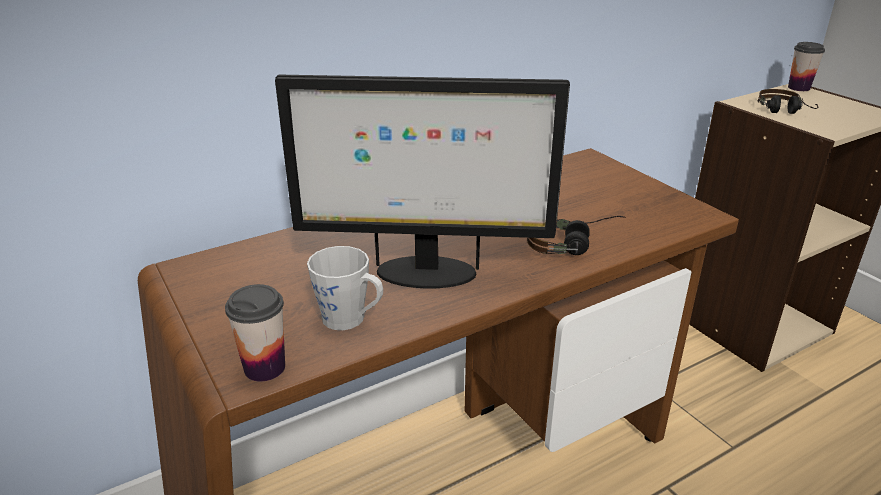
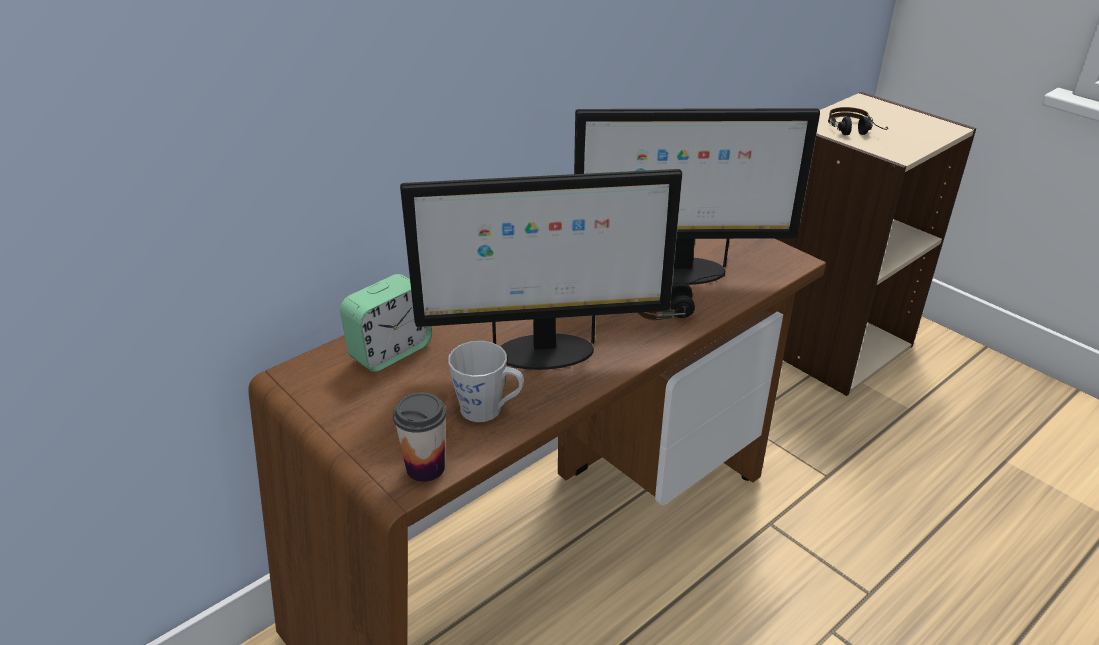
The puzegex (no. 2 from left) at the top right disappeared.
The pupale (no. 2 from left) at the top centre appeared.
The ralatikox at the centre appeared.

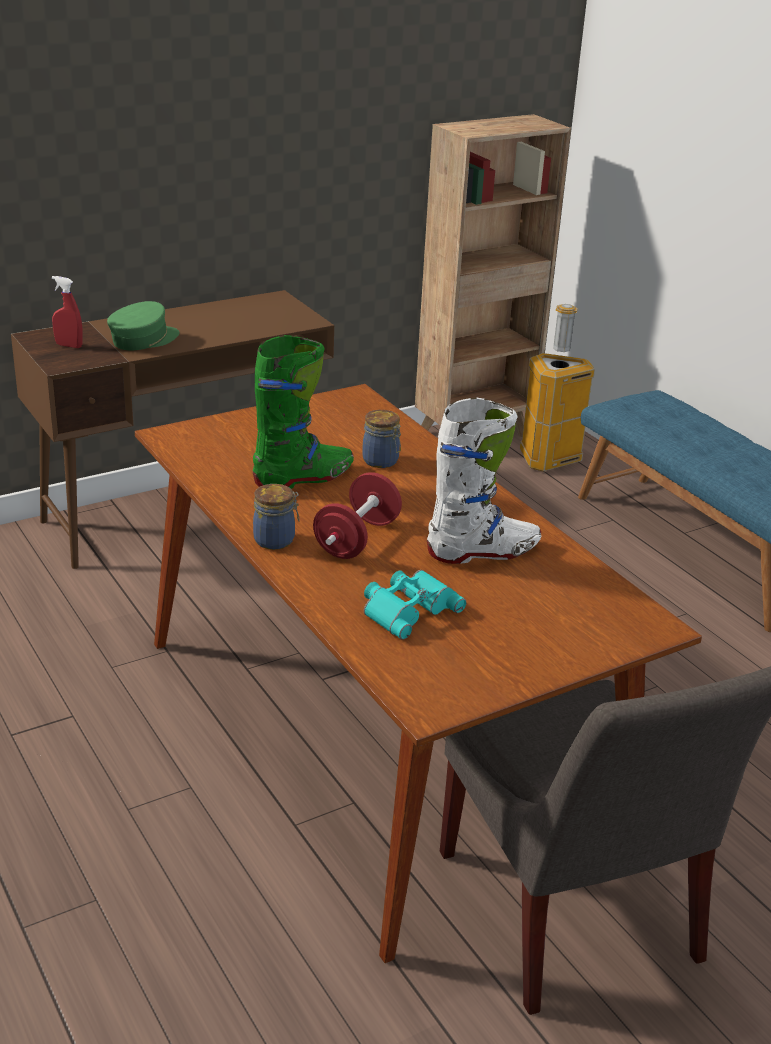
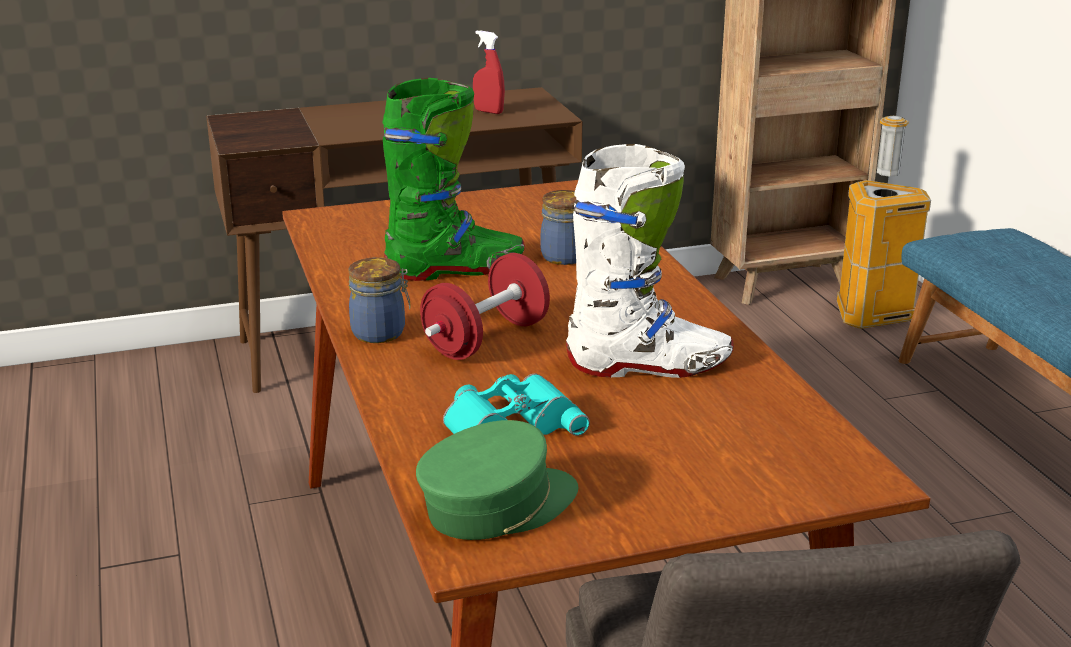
The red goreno moved from the top left to the top centre.
The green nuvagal moved from the top left to the bottom centre.

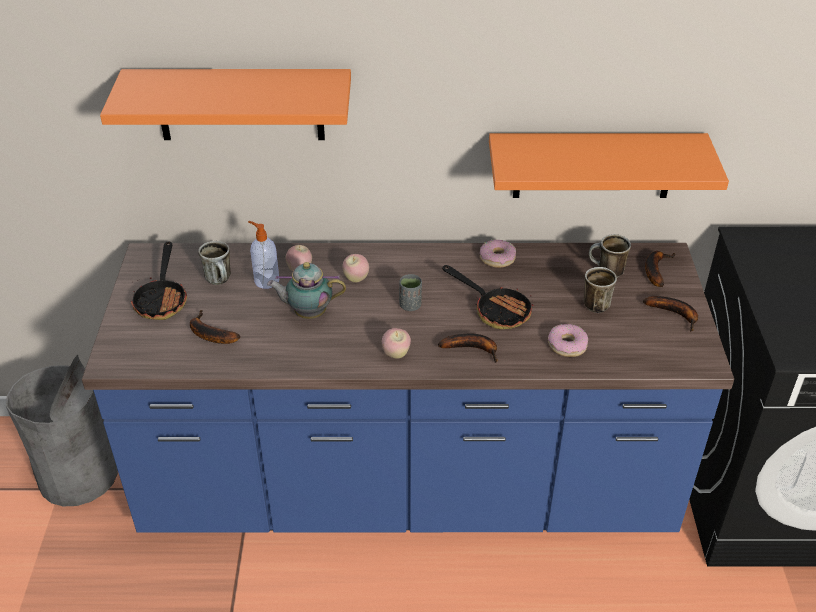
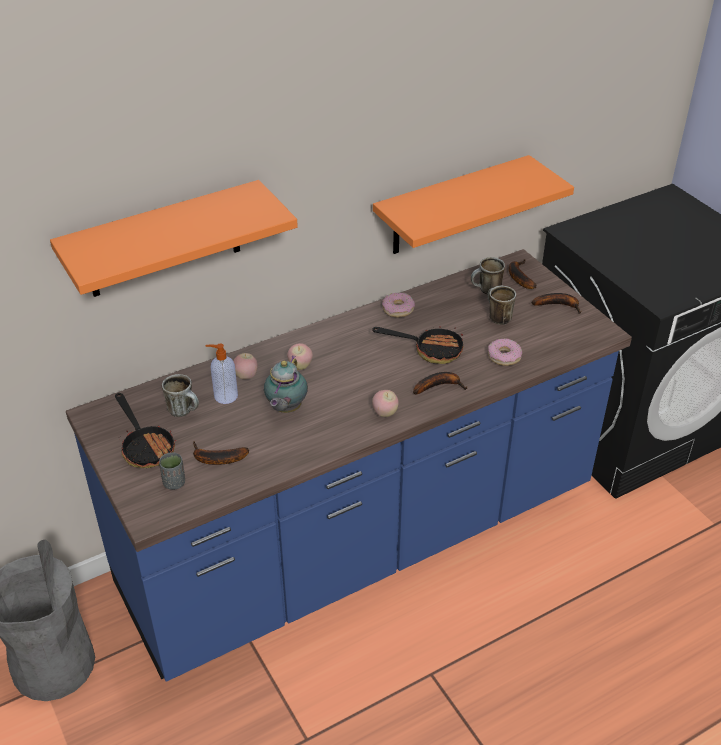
The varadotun at the centre turned 45 degrees counterclockwise.
The grey puzegex moved from the centre to the middle left.

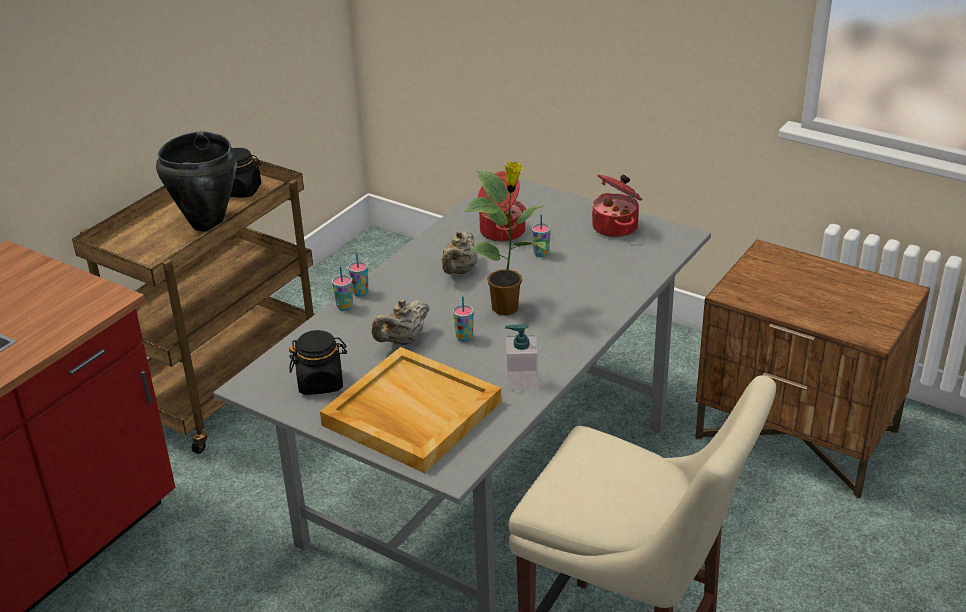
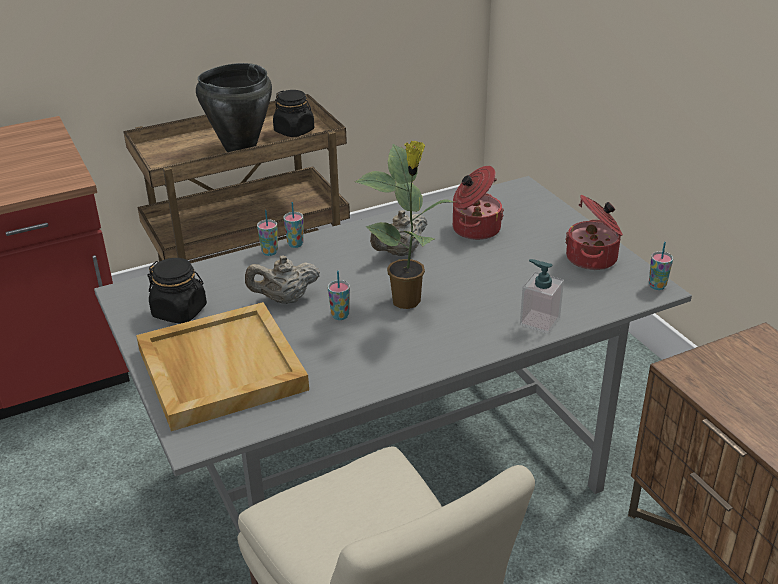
The puzegex (no. 4 from left) moved from the centre to the middle right.
The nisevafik moved from the centre to the middle right.

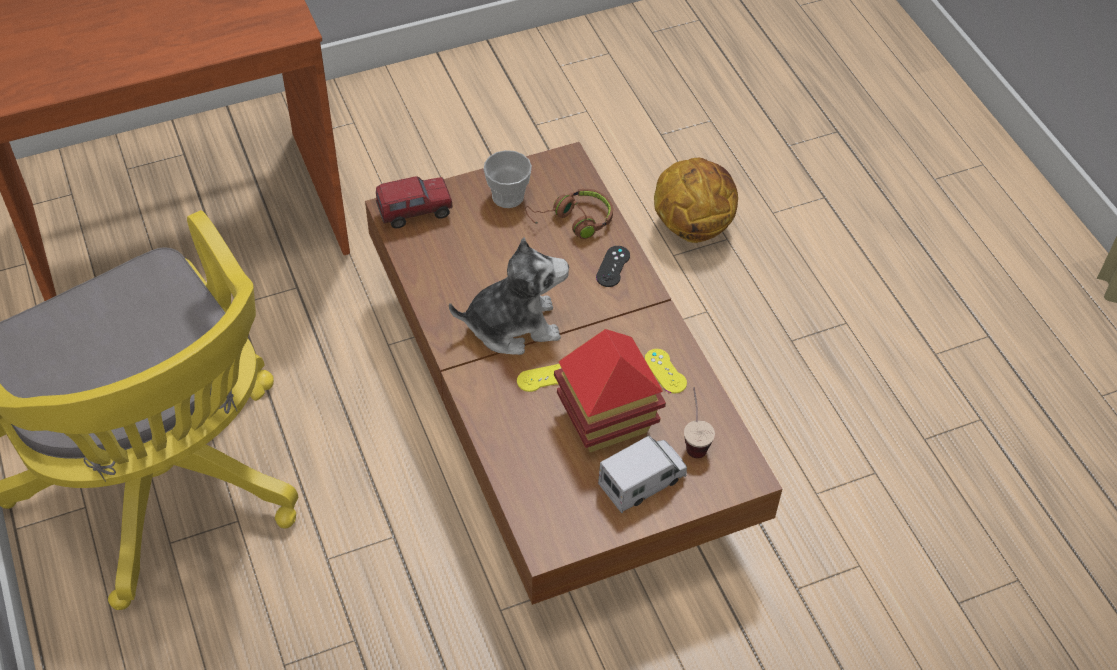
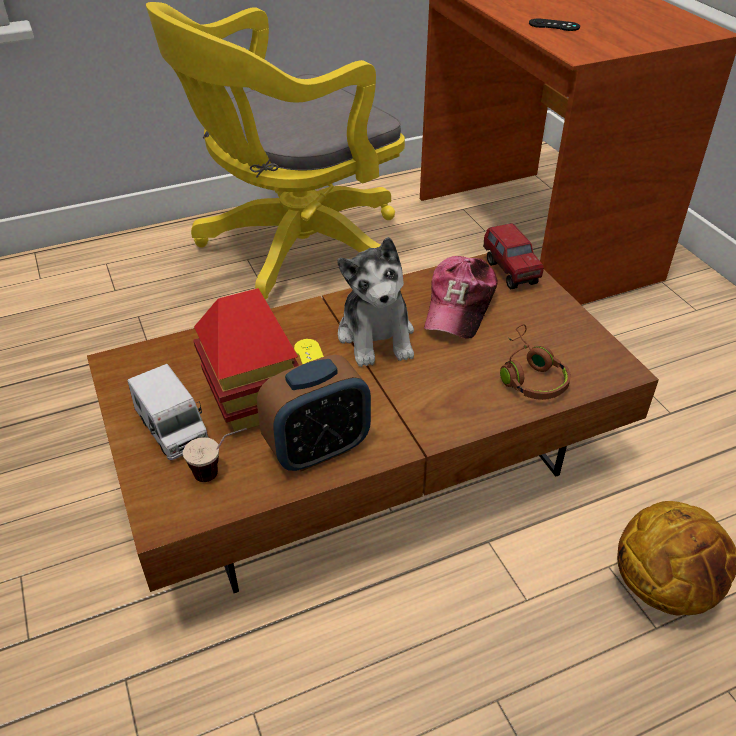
The puzegex (no. 1 from left) at the top centre disappeared.
The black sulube moved from the centre to the top right.
The yellow sulube (no. 2 from left) at the centre was replaced by the ralatikox at the centre.
The nuvagal at the centre appeared.

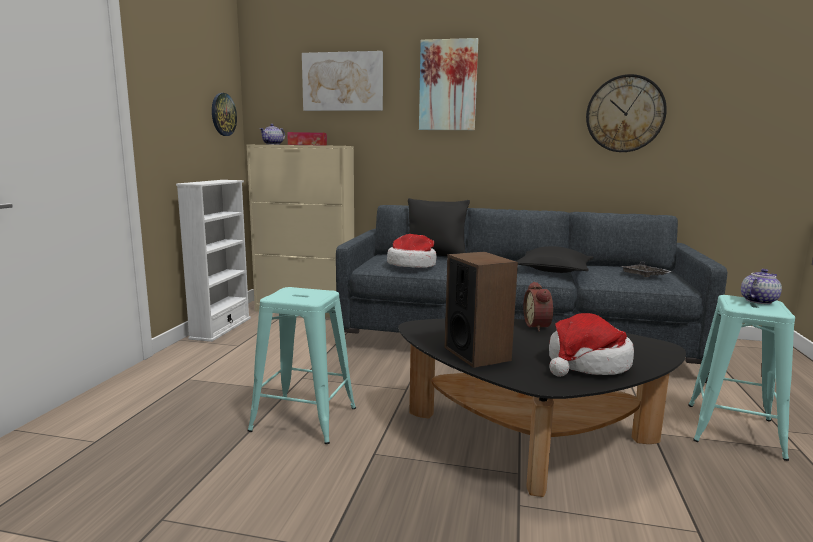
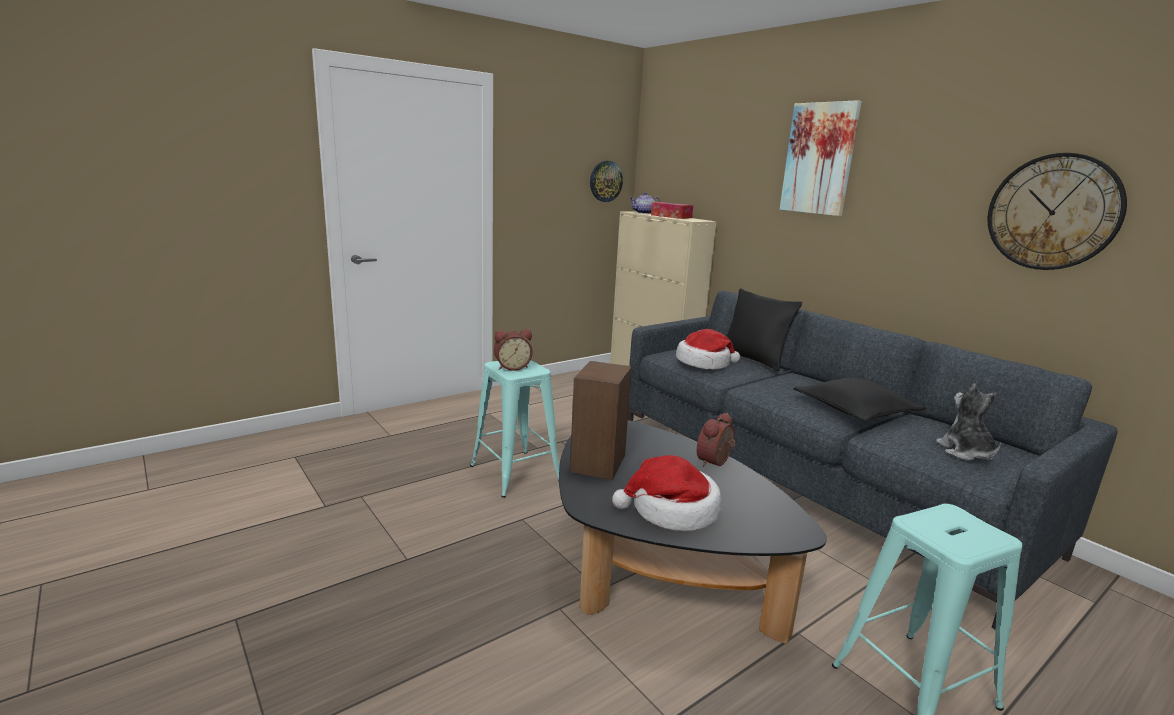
The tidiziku (no. 1 from left) at the top centre disappeared.
The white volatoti at the middle left disappeared.
The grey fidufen at the middle right was replaced by the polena at the middle right.
The varadotun (no. 2 from left) at the middle right disappeared.
The ralatikox (no. 1 from left) at the centre appeared.

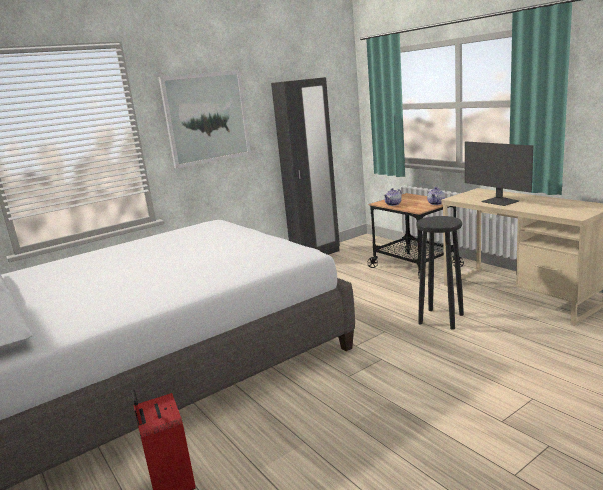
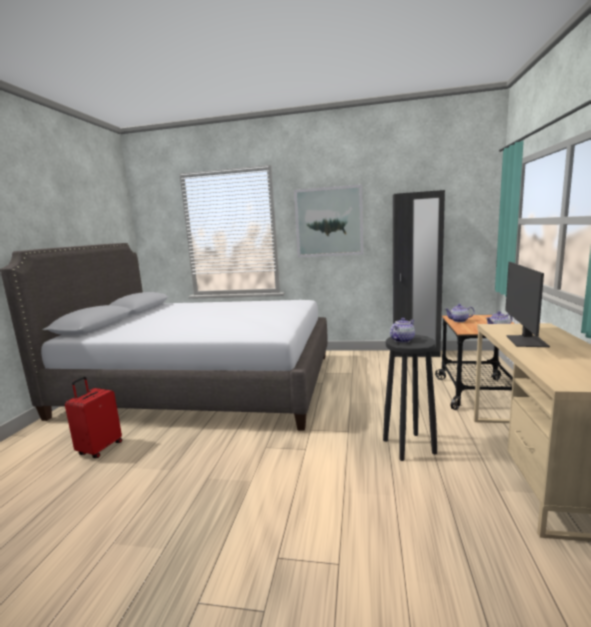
The varadotun (no. 1 from left) at the middle right appeared.

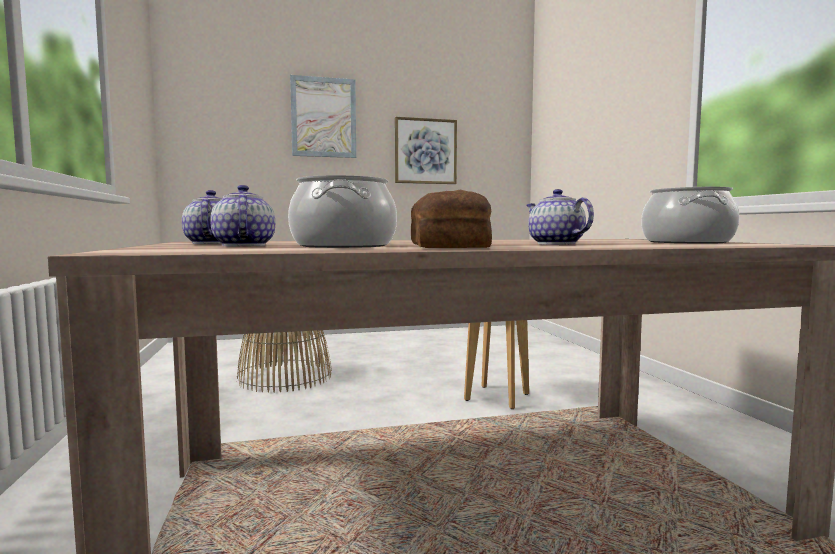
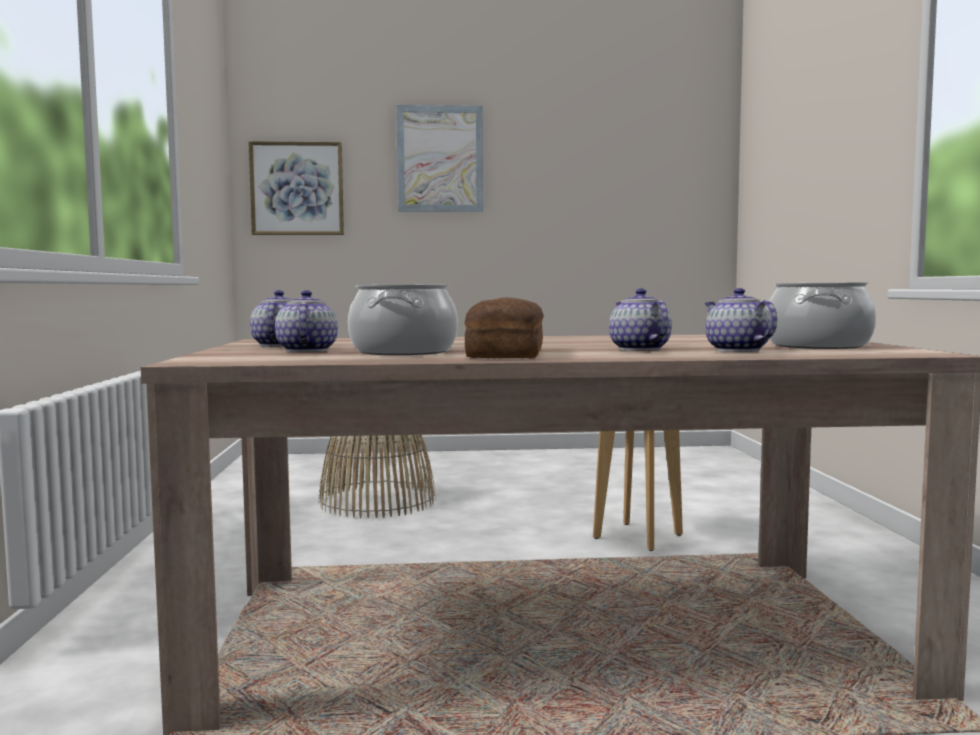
The tidiziku (no. 2 from left in the first image) moved from the top centre to the top left.
The varadotun (no. 4 from left) at the middle right appeared.

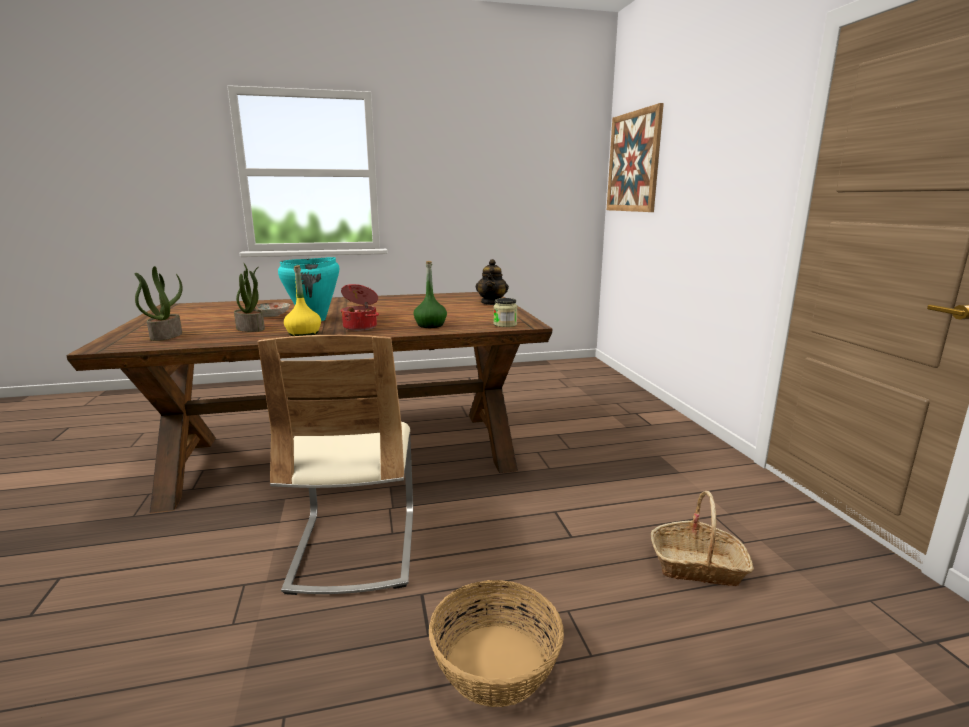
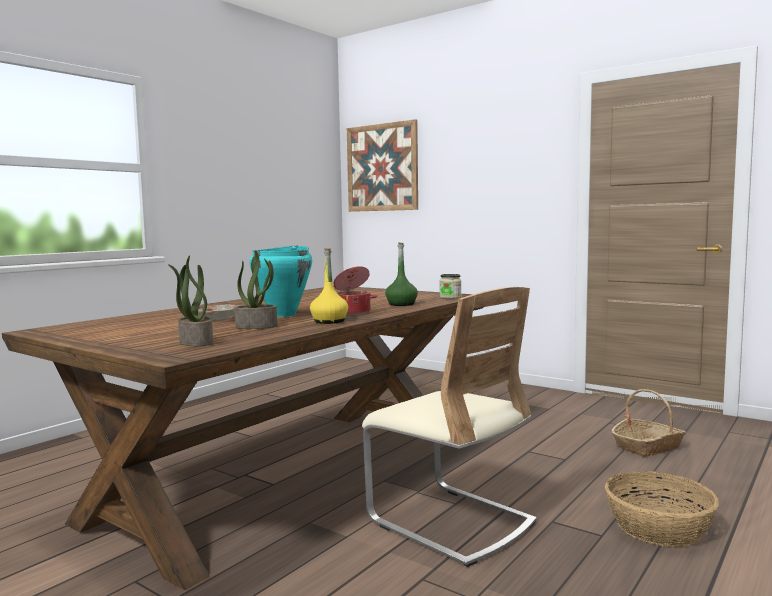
The varadotun at the centre disappeared.

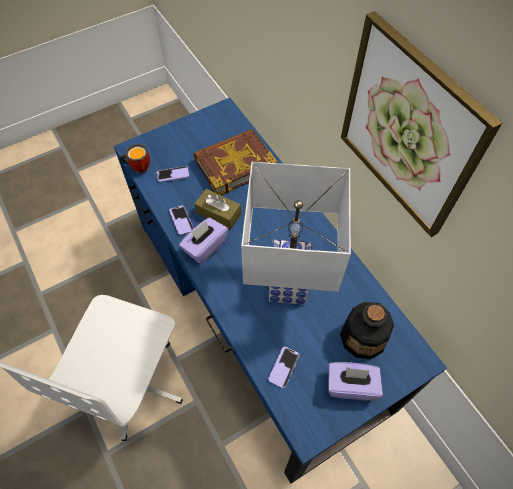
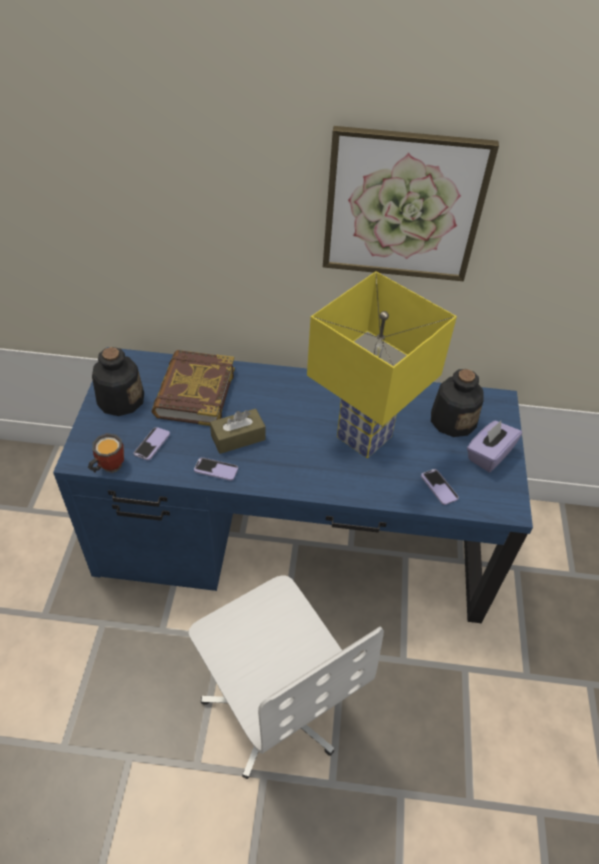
The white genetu at the centre became the yellow genetu at the centre.
The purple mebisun (no. 1 from left) at the centre disappeared.
The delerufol (no. 1 from left) at the middle left appeared.

